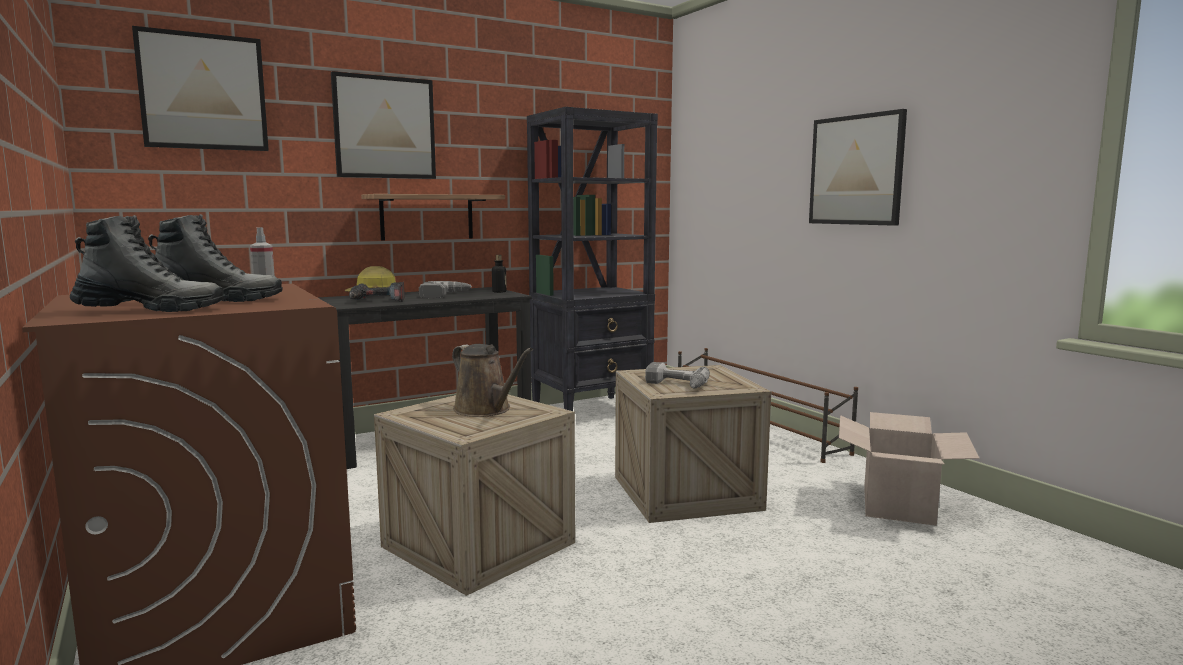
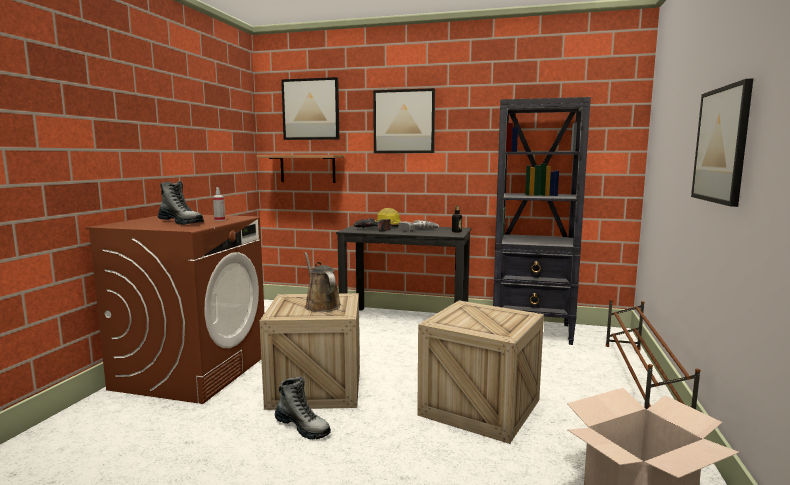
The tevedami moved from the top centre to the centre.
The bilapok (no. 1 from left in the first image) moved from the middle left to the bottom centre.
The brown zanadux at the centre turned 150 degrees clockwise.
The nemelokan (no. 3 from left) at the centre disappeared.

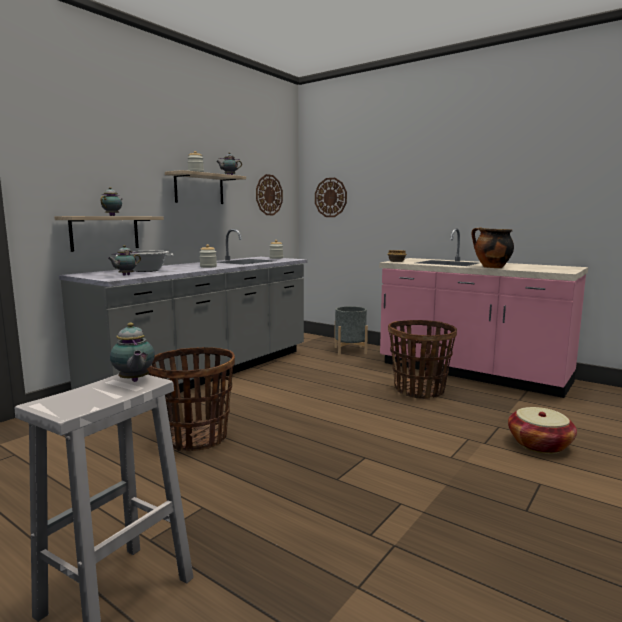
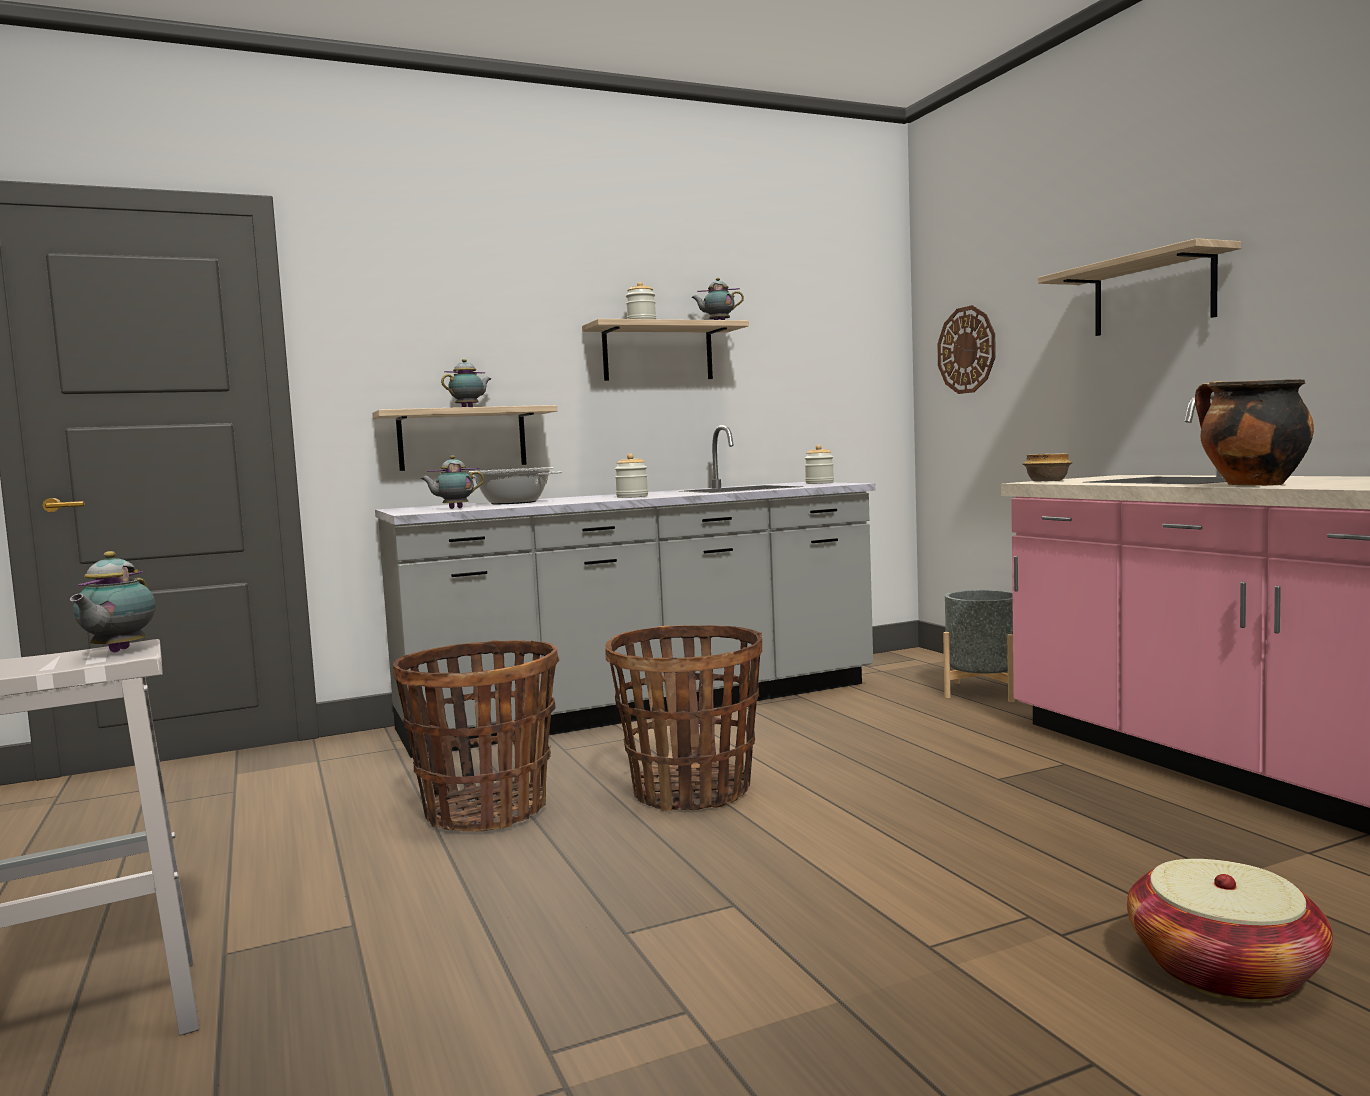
The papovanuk (no. 1 from left) at the top centre disappeared.
The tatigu (no. 2 from left) moved from the middle right to the centre.
The tevedami (no. 3 from left) at the top right appeared.

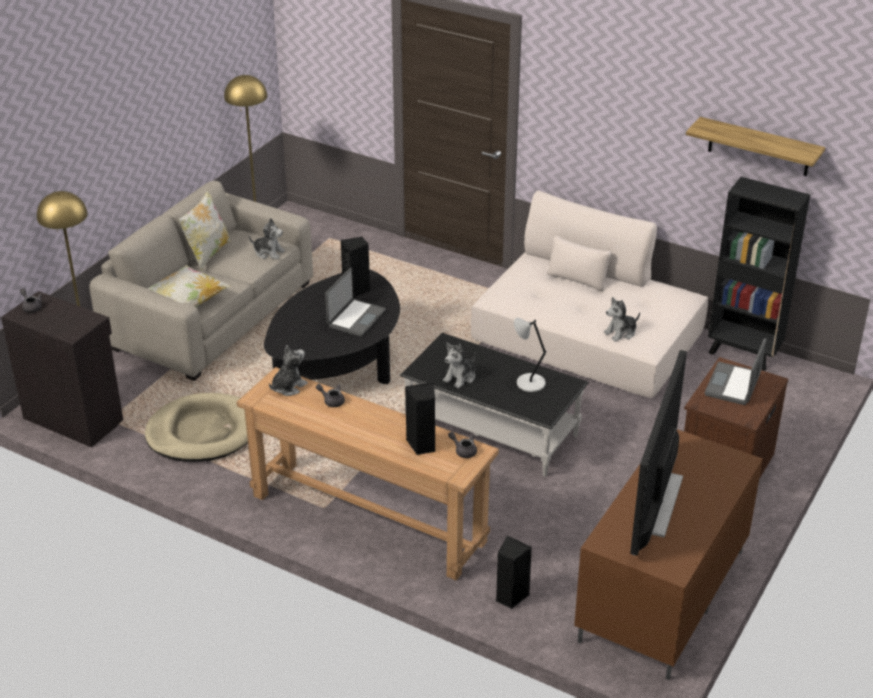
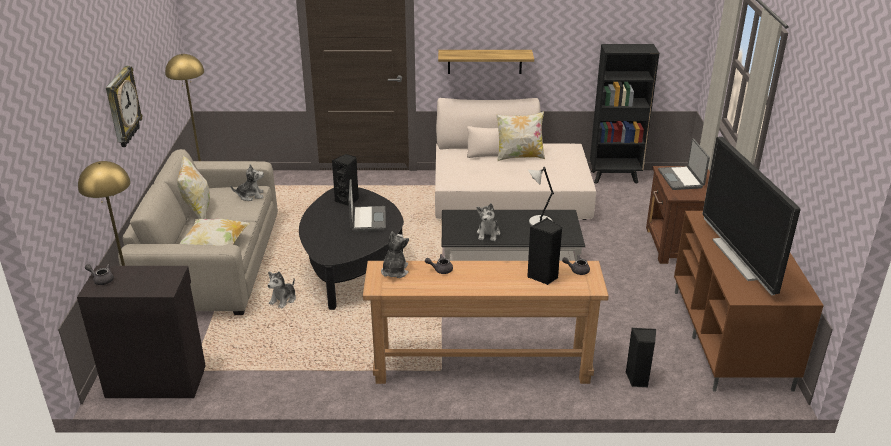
The tevedami moved from the top right to the top centre.
The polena (no. 4 from left in the first image) moved from the middle right to the middle left.
The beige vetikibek at the middle left disappeared.
The papovanuk at the top left appeared.
The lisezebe (no. 3 from left) at the top centre appeared.

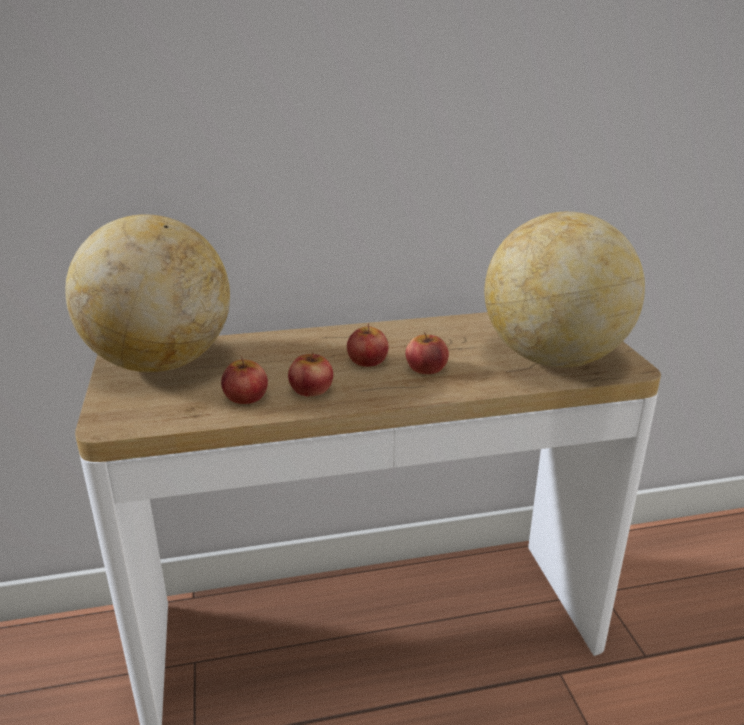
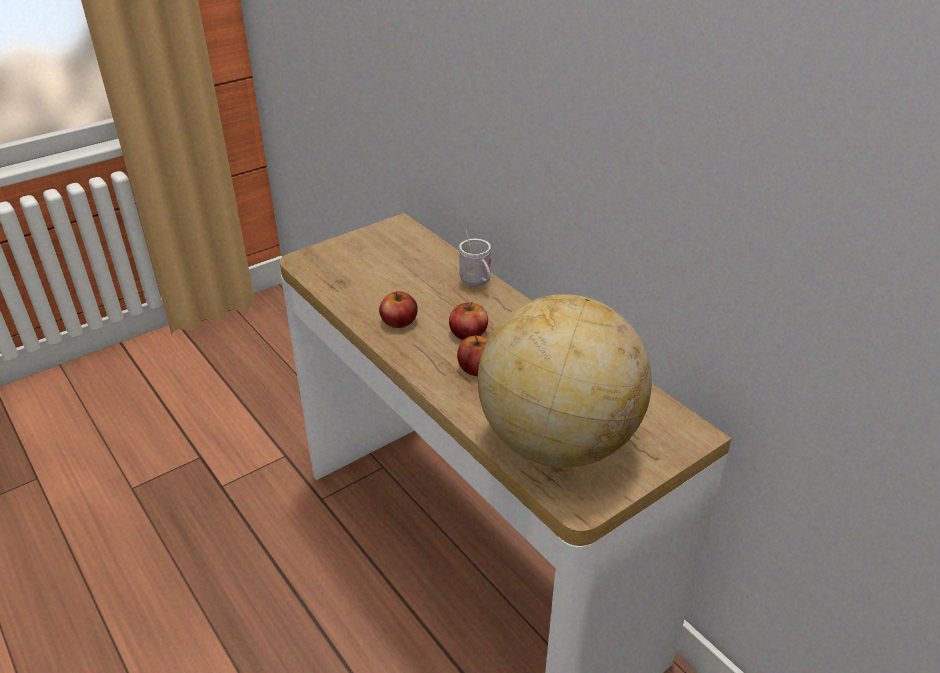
The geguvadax (no. 1 from left) at the middle left disappeared.
The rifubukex (no. 1 from left) at the middle left disappeared.
The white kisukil at the centre appeared.

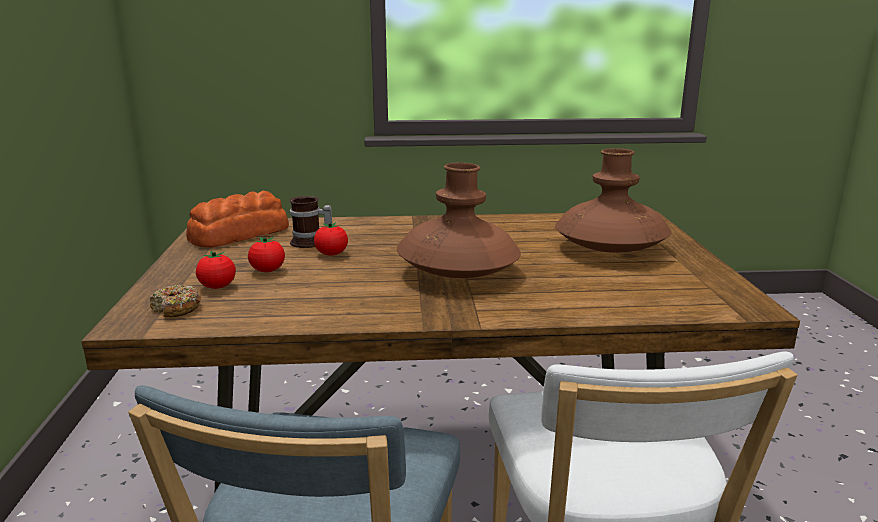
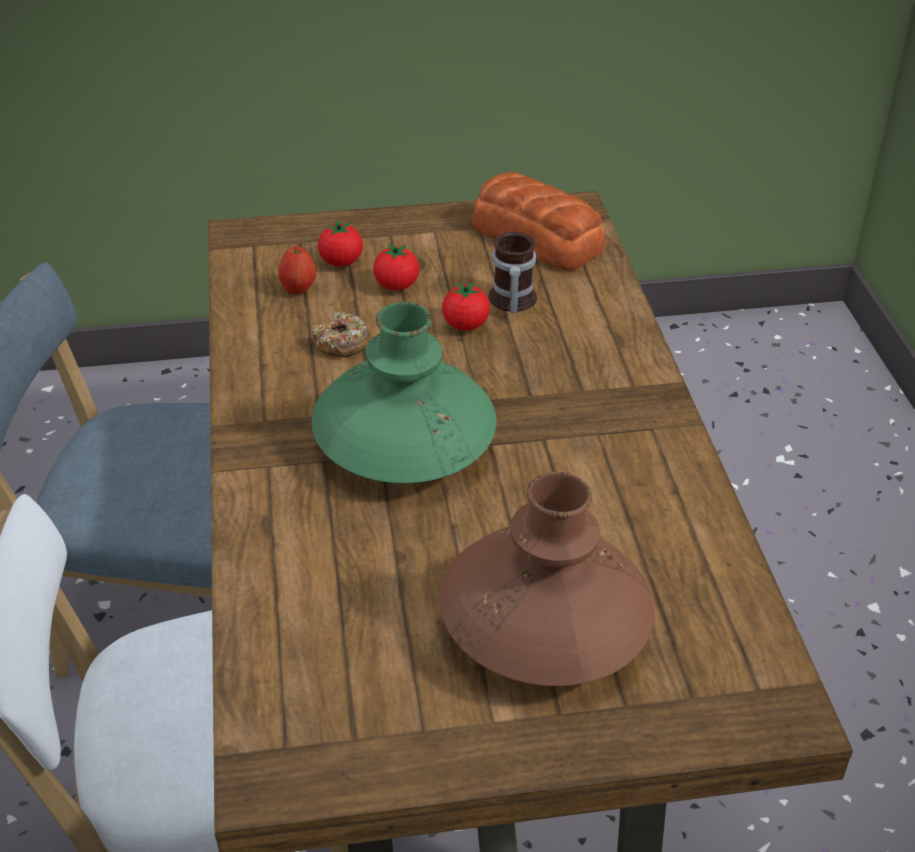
The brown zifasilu (no. 1 from left) at the centre became the green zifasilu at the centre.
The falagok moved from the middle left to the centre.
The rifubukex at the top left appeared.

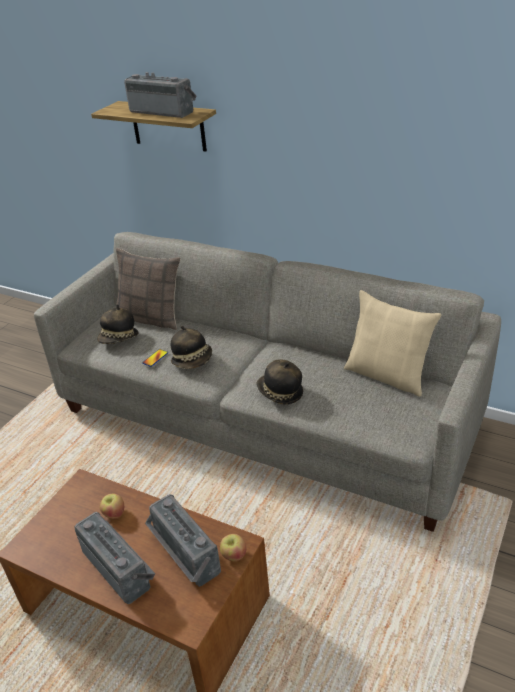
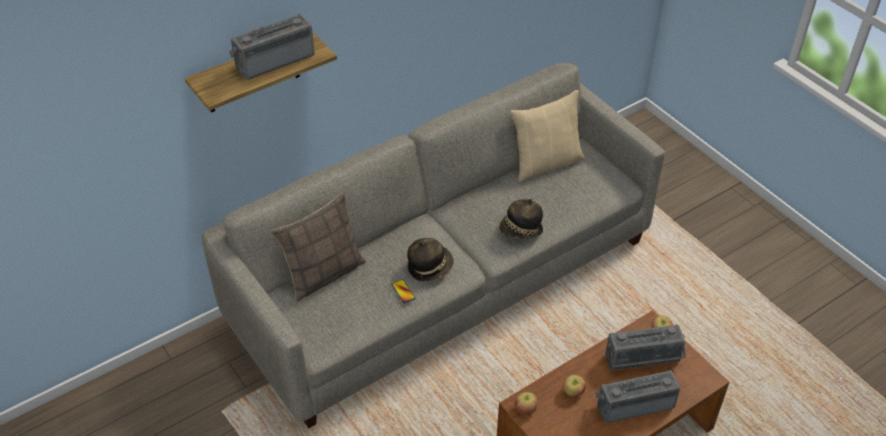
The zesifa (no. 1 from left) at the middle left disappeared.
The rifubukex (no. 1 from left) at the bottom centre appeared.

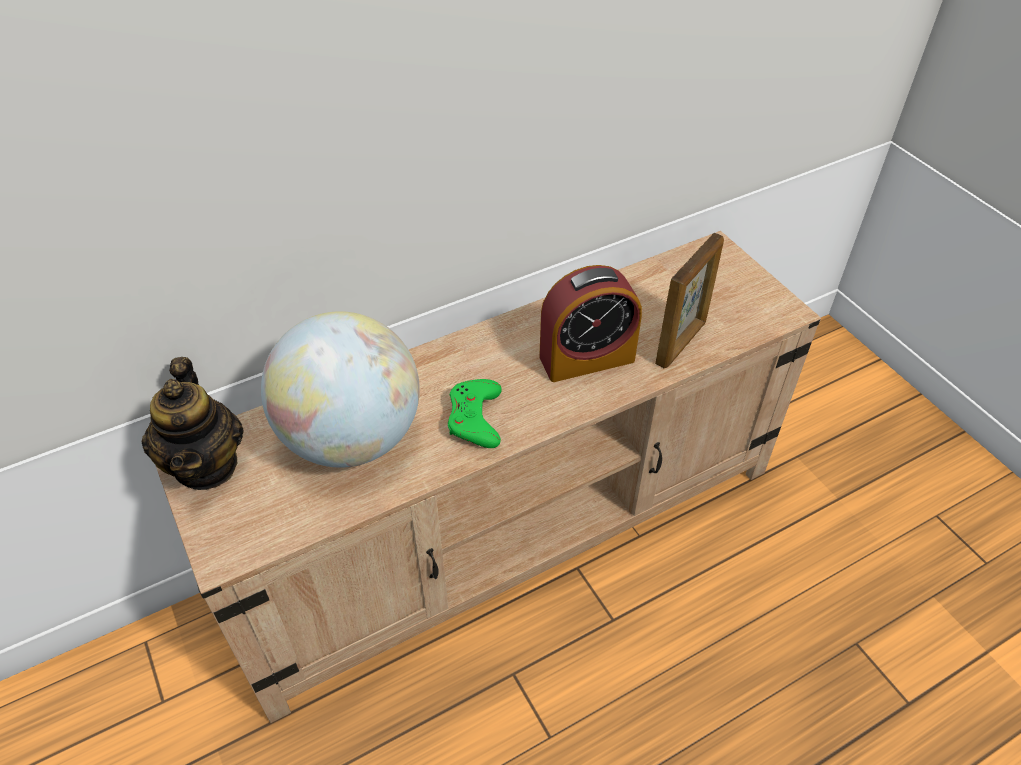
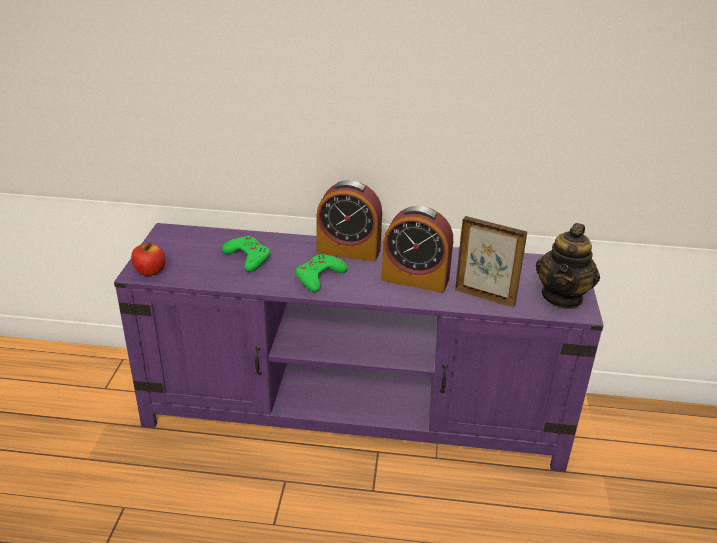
The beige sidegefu at the centre became the purple sidegefu at the centre.
The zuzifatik at the middle right turned 135 degrees counterclockwise.
The geguvadax at the middle left was replaced by the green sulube (no. 1 from left) at the centre.
The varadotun moved from the middle left to the middle right.
The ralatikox (no. 1 from left) at the centre appeared.
The rifubukex at the middle left appeared.

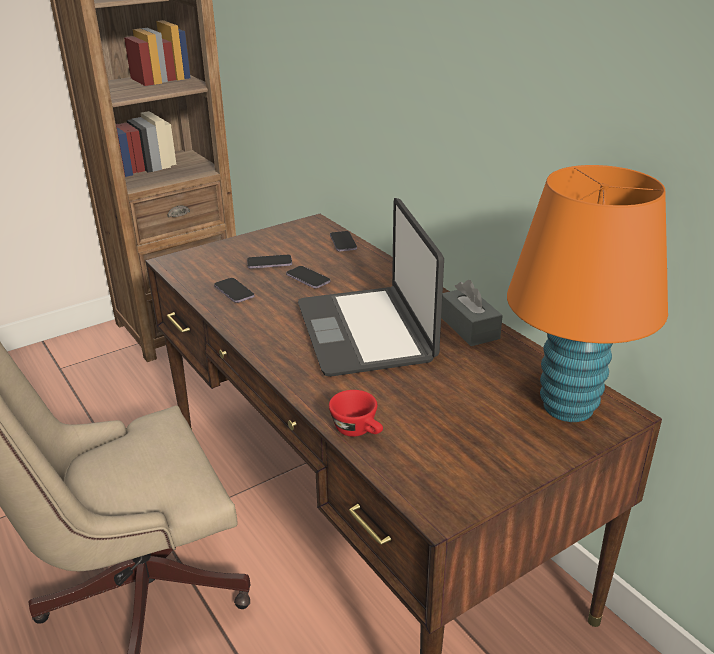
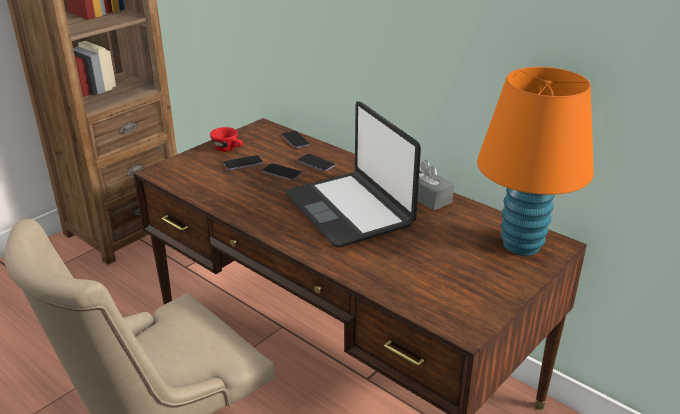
The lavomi (no. 1 from left in the first image) moved from the middle left to the centre.
The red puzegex moved from the centre to the middle left.

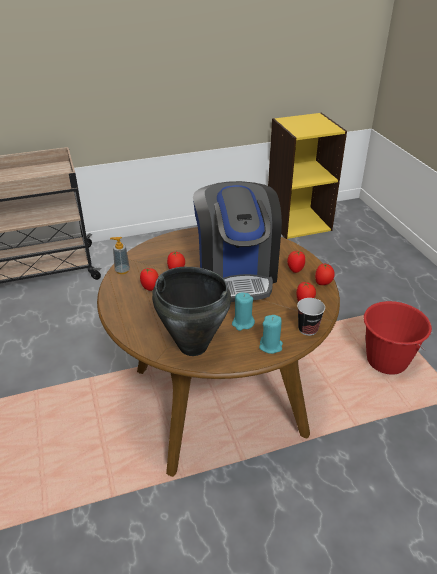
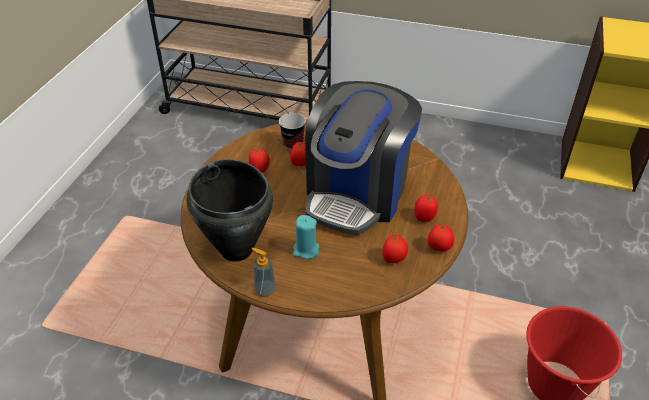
The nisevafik moved from the middle left to the bottom centre.
The puzegex moved from the middle right to the top centre.
The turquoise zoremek (no. 2 from left) at the centre disappeared.

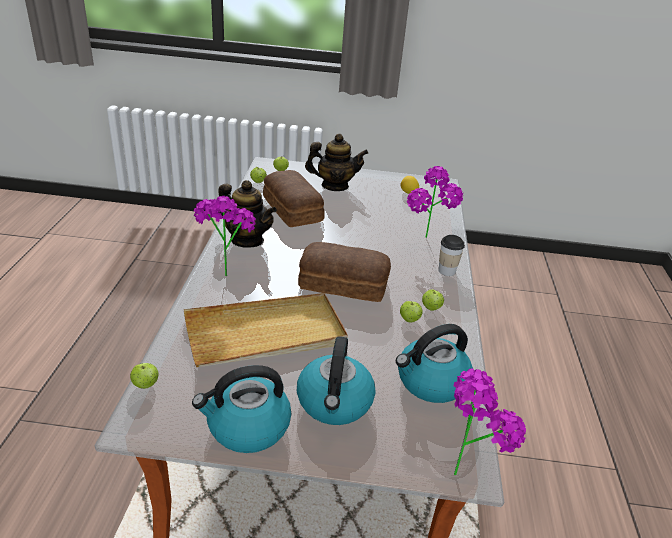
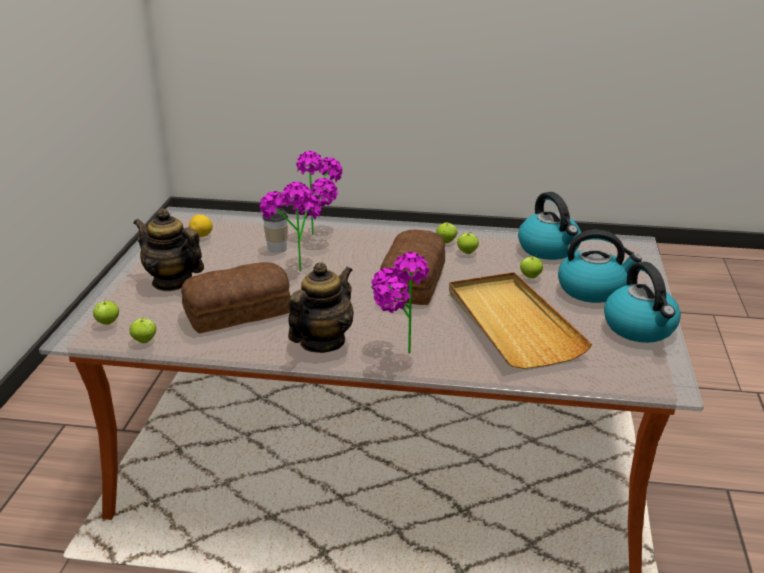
The varadotun (no. 2 from left in the first image) at the top centre turned 60 degrees counterclockwise.
The puzegex moved from the middle right to the centre.
The rifubukex (no. 1 from left in the first image) moved from the bottom left to the middle right.
The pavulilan (no. 3 from left in the first image) moved from the bottom right to the centre.

